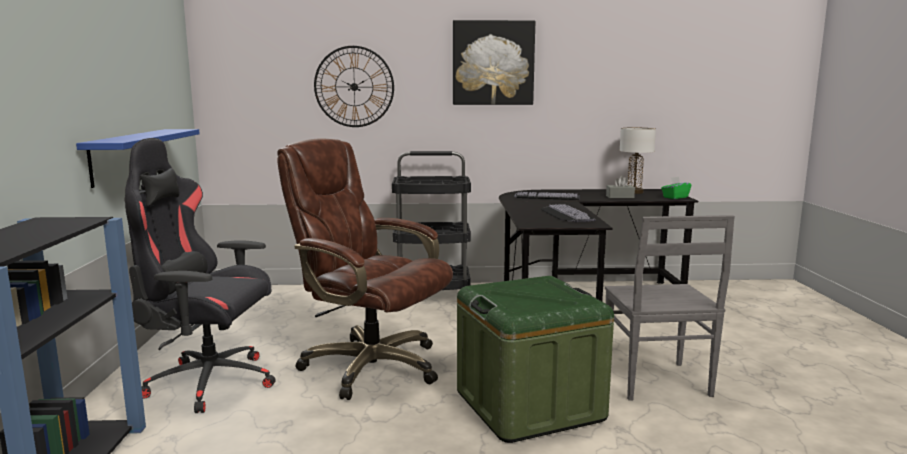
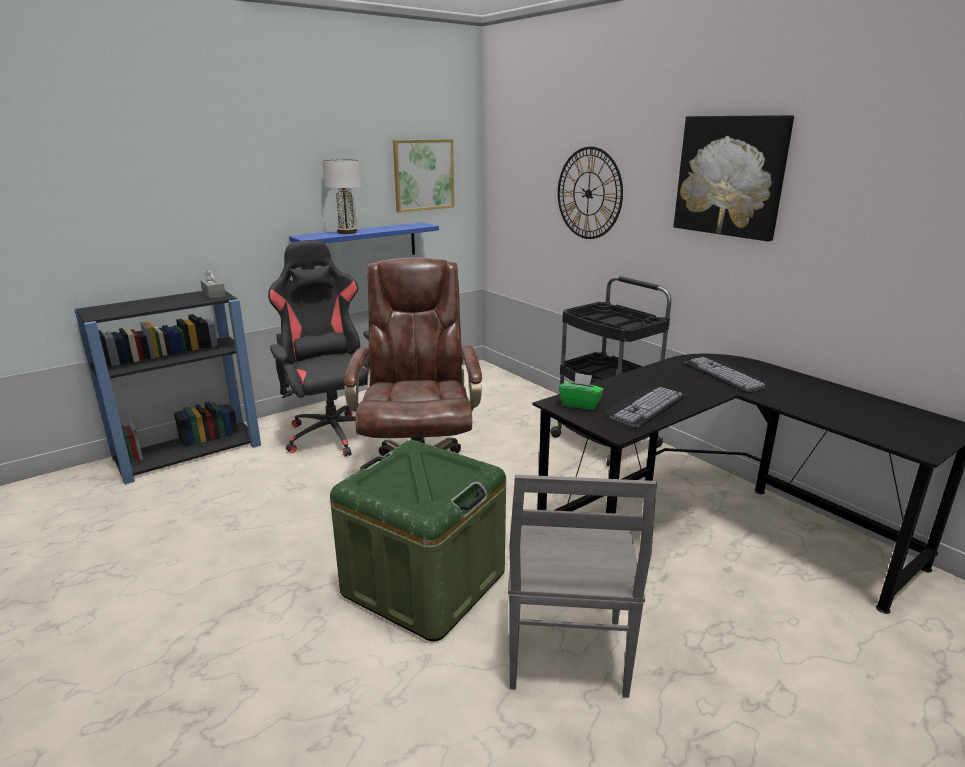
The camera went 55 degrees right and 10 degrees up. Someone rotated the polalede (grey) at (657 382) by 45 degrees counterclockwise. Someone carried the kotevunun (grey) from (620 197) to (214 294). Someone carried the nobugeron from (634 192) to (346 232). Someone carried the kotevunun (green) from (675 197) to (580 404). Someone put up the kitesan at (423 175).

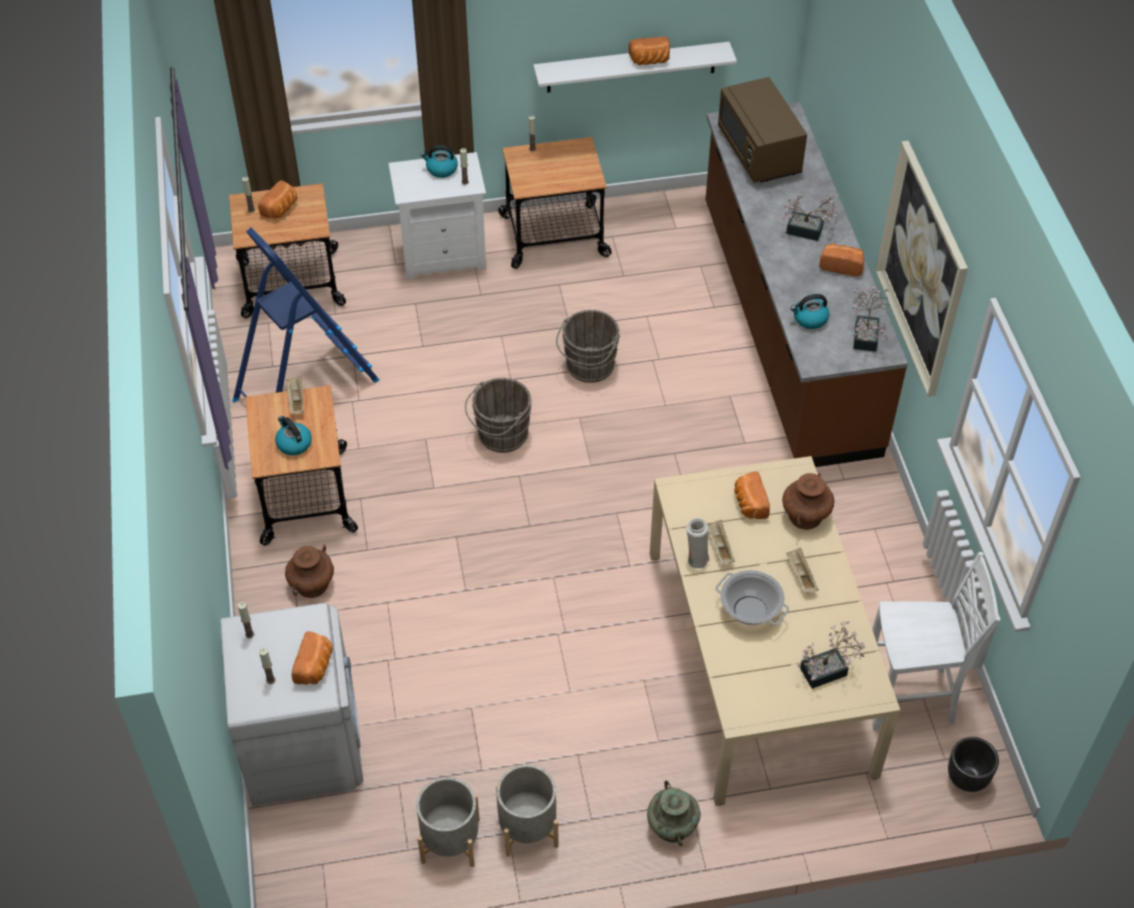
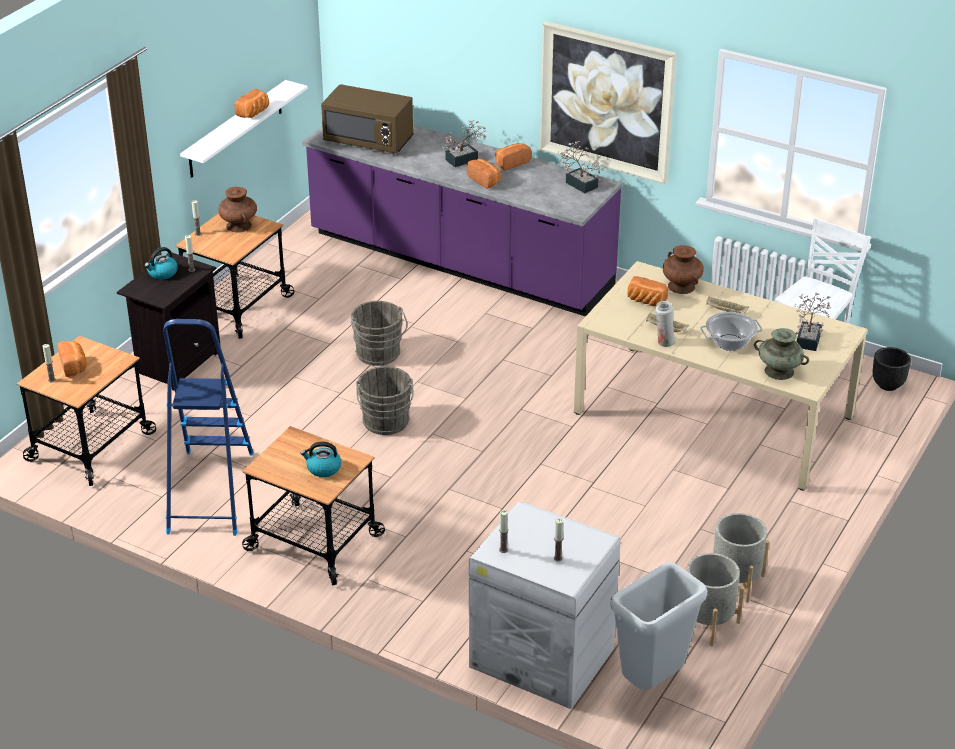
The camera went 50 degrees left and 15 degrees down. Someone carried the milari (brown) from (312 584) to (238 225). Someone took away the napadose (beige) at (296 400). Someone carried the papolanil from (315 666) to (485 180). Someone repainted the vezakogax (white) at (443 254), which became the vezakogax (black) at (177 362). Someone carried the milari (turquoise) from (672 826) to (778 371). Someone repainted the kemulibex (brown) at (786 327), which became the kemulibex (purple) at (459 261). Someone took away the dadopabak at (809 319). Someone put down the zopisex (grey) at (652 683).

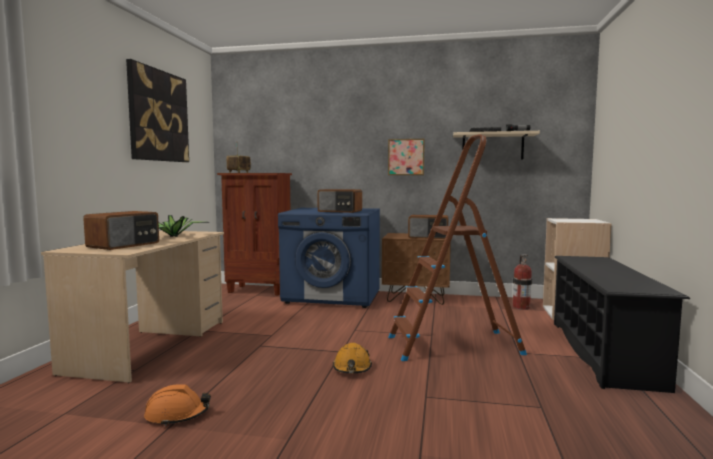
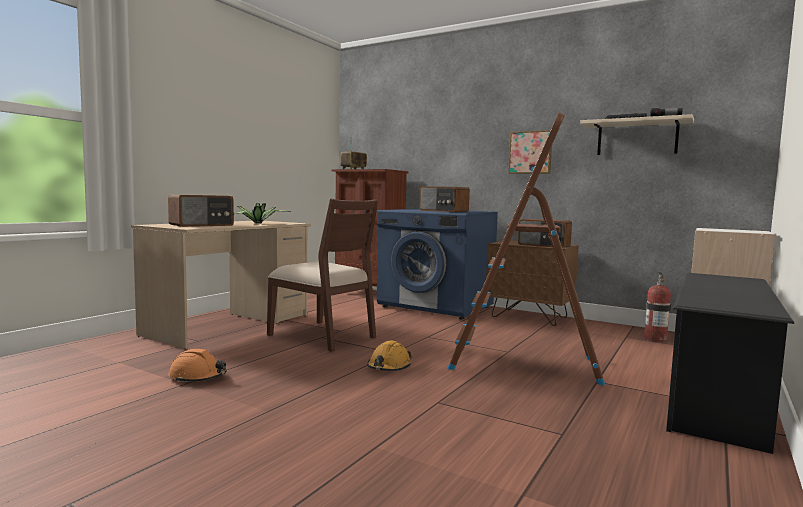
The camera went 20 degrees right and 0 degrees up. Someone took away the kitesan at (158 116). Someone put down the polalede (brown) at (323 336).

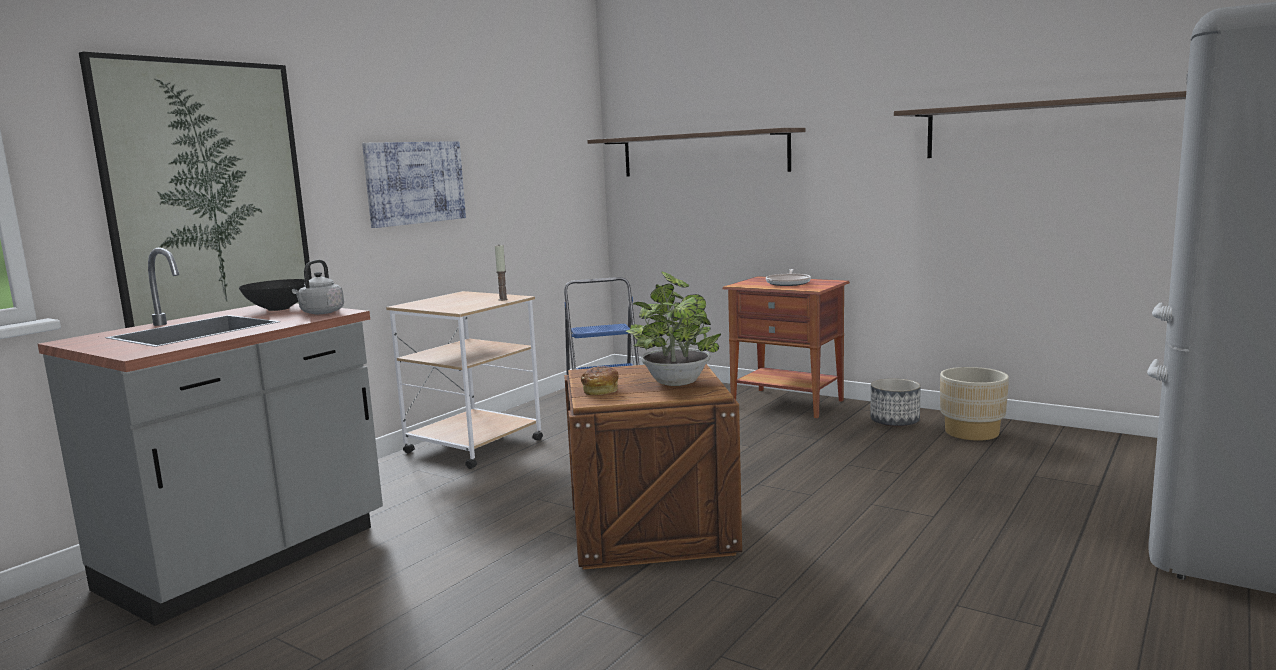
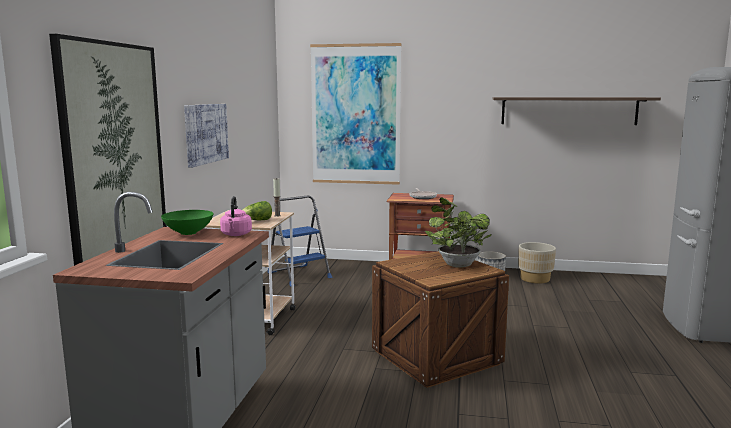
The camera went 25 degrees left and 0 degrees up. Someone repainted the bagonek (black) at (279 308), which became the bagonek (green) at (188 232). Someone repainted the dadopabak (grey) at (320 313), which became the dadopabak (pink) at (236 235). Someone took away the papolanil at (601 391). Someone swapped the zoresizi at (703 154) for the kitesan at (355 115). Someone put down the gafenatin at (257 221).

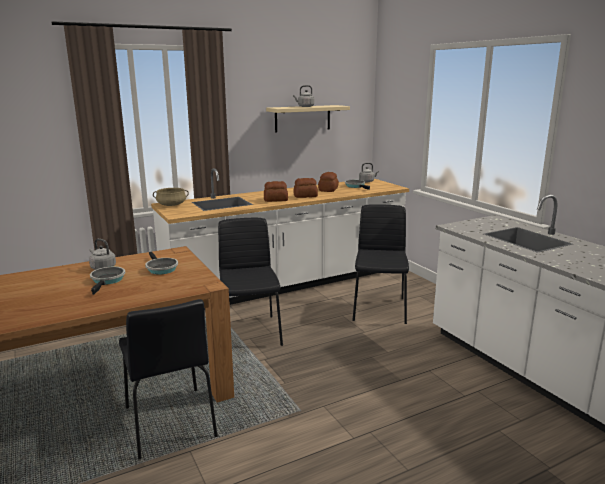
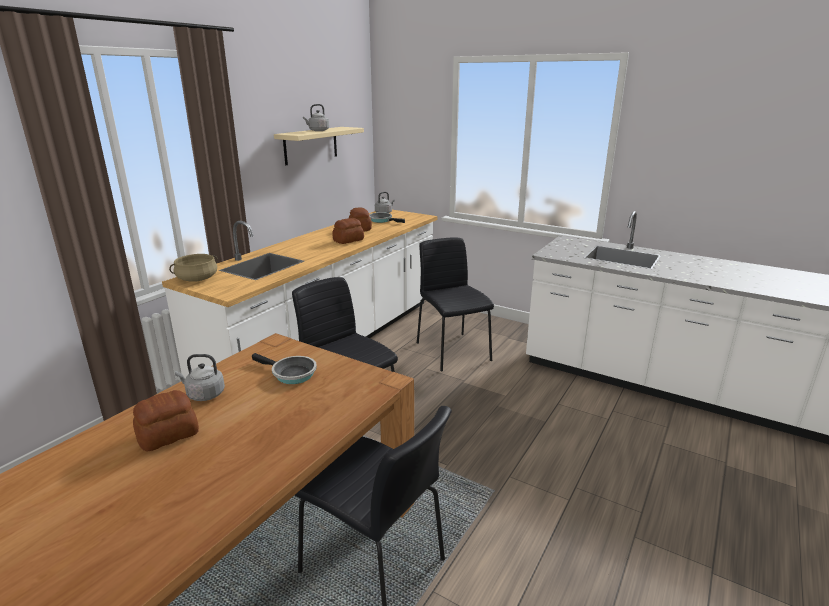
The camera went 30 degrees left and 5 degrees up. Someone took away the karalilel at (107 280). Someone carried the papolanil from (276 200) to (169 435).

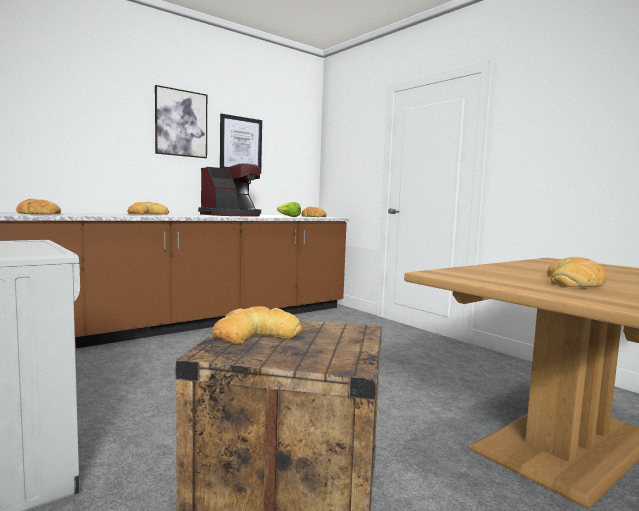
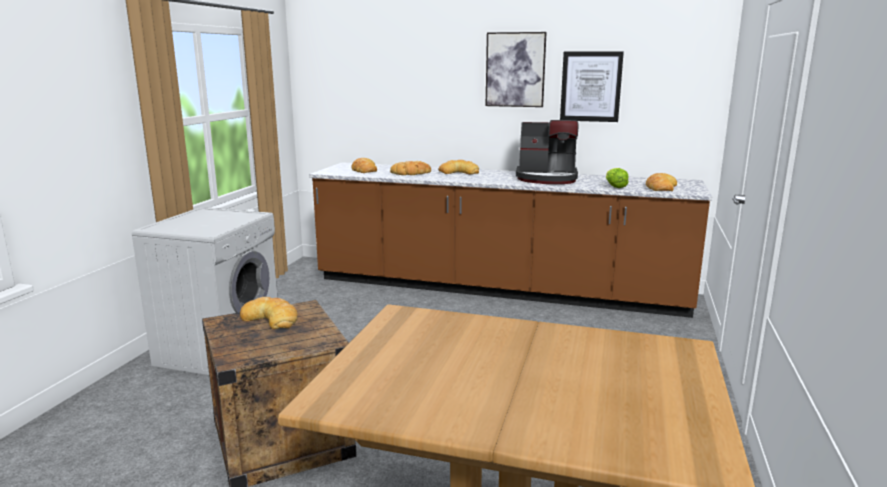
The camera went 55 degrees right and 10 degrees up. Someone carried the papolanil from (574 282) to (411 173).

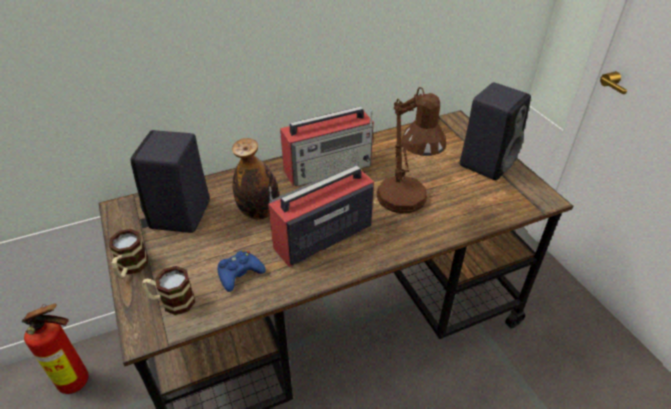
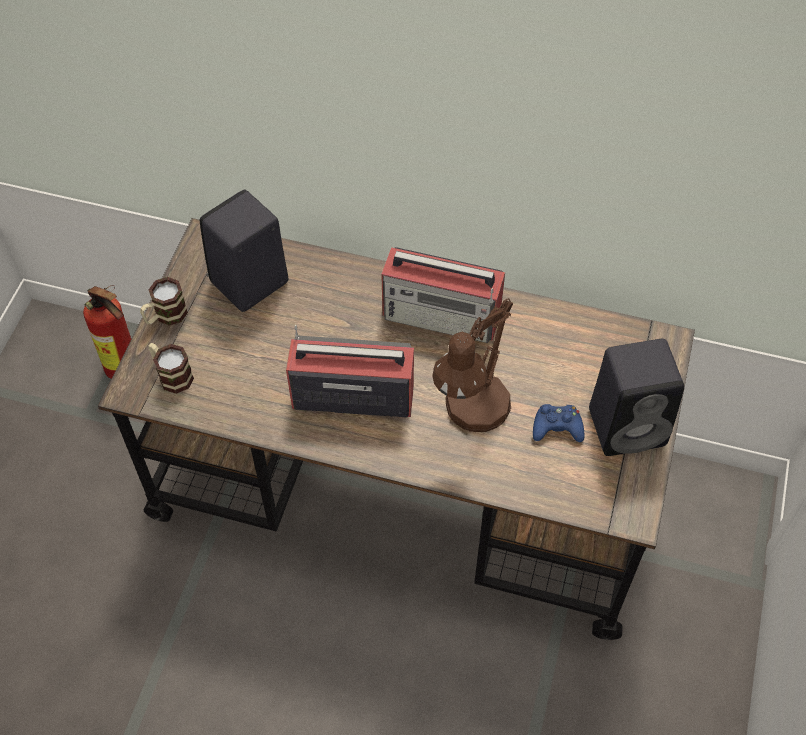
The camera went 40 degrees right and 15 degrees up. Someone carried the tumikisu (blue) from (239 274) to (557 427). Someone took away the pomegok at (259 212).

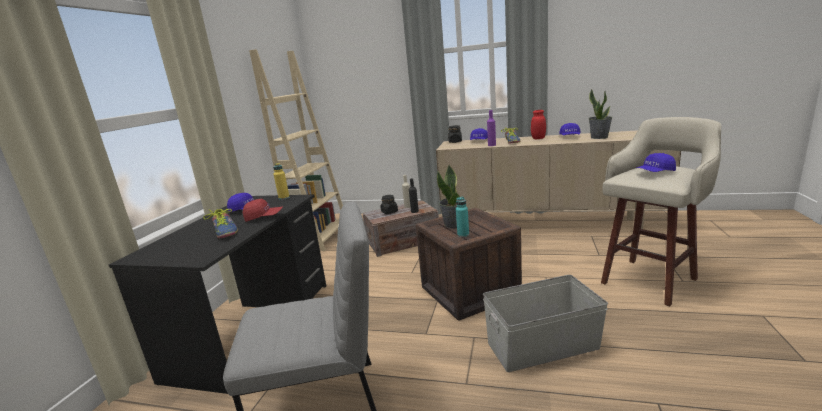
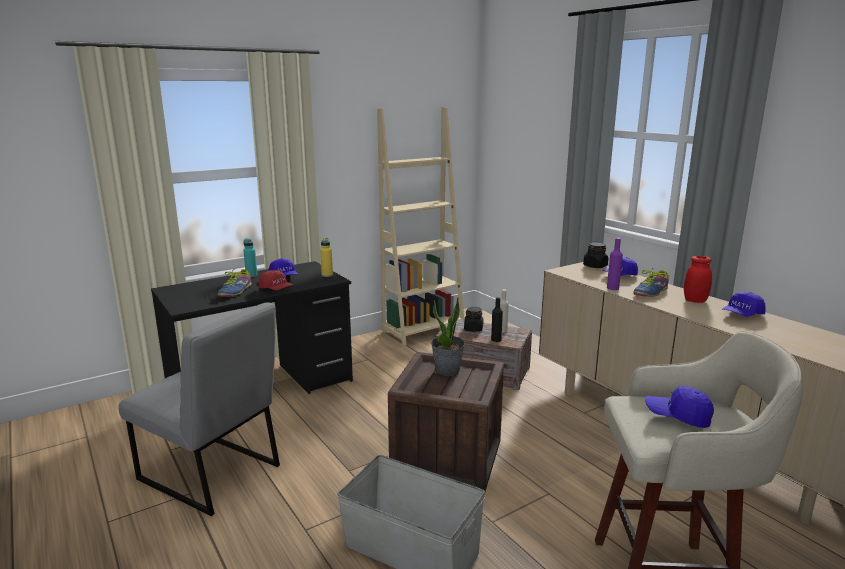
The camera went 40 degrees right and 0 degrees up. Someone carried the pomegok (turquoise) from (463 235) to (251 275). Someone took away the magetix at (599 137).

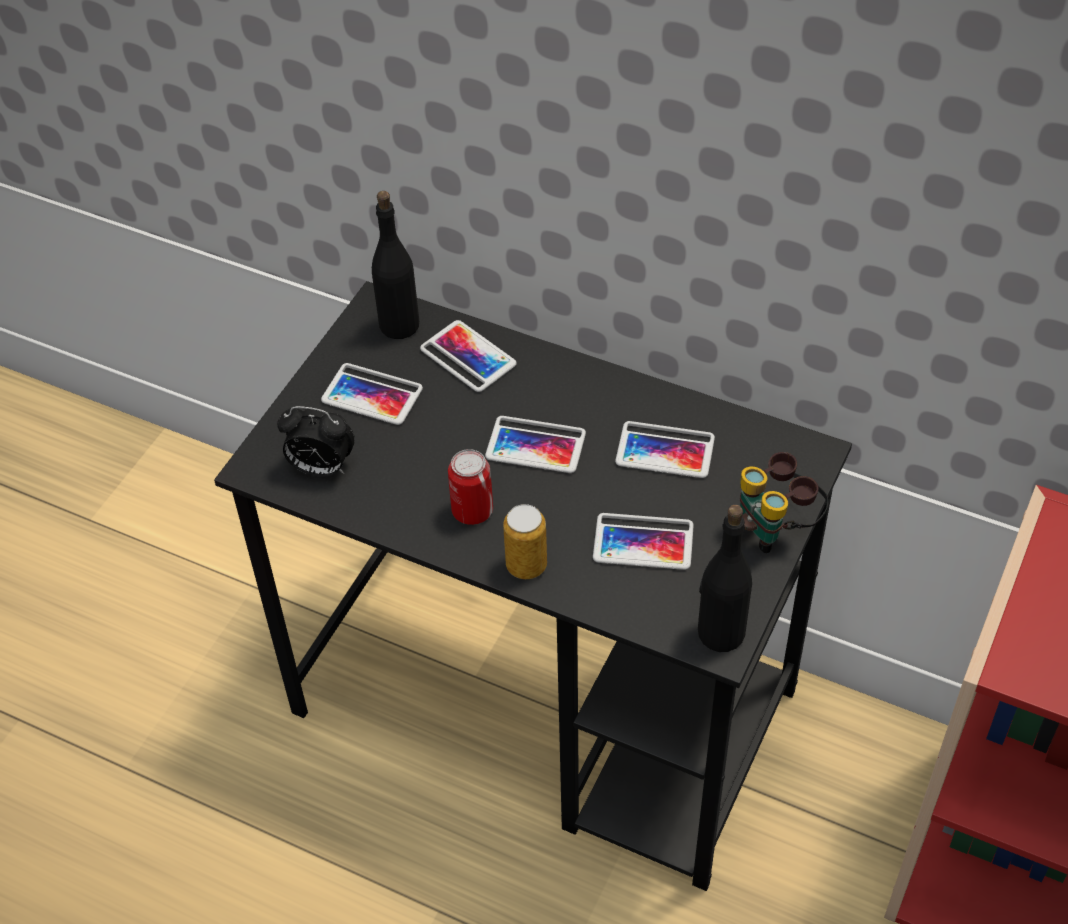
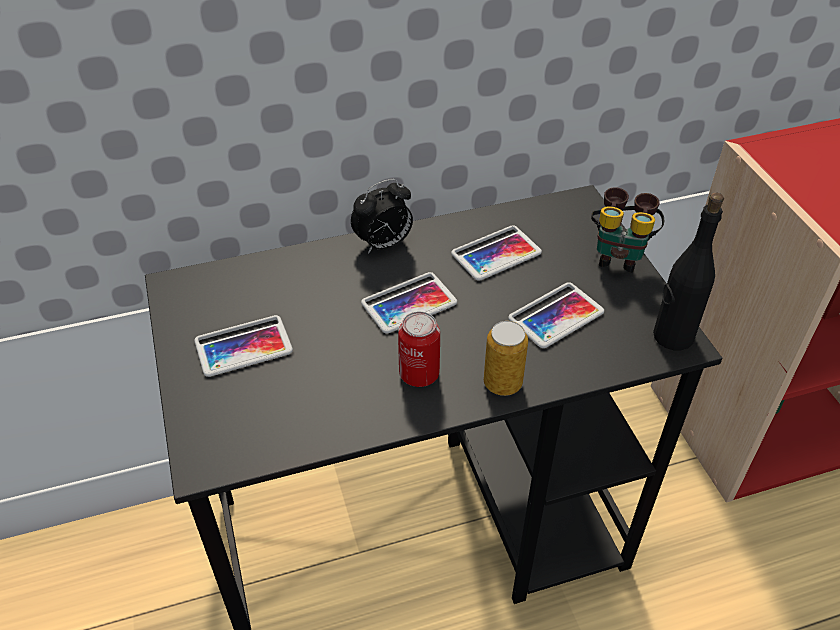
The camera went 45 degrees left and 5 degrees down. Someone carried the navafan from (320 468) to (383 245). Someone took away the pomegok (black) at (399 324). Someone took away the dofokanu at (468 357).

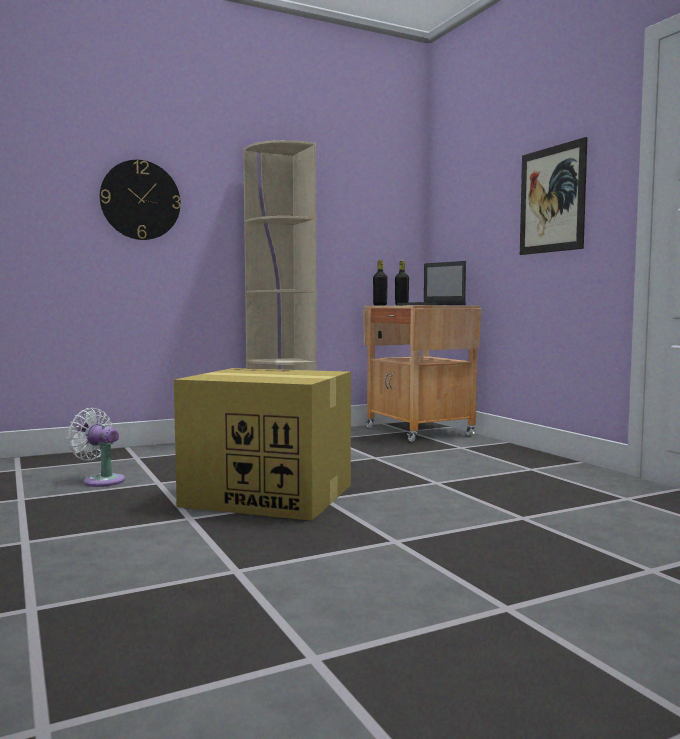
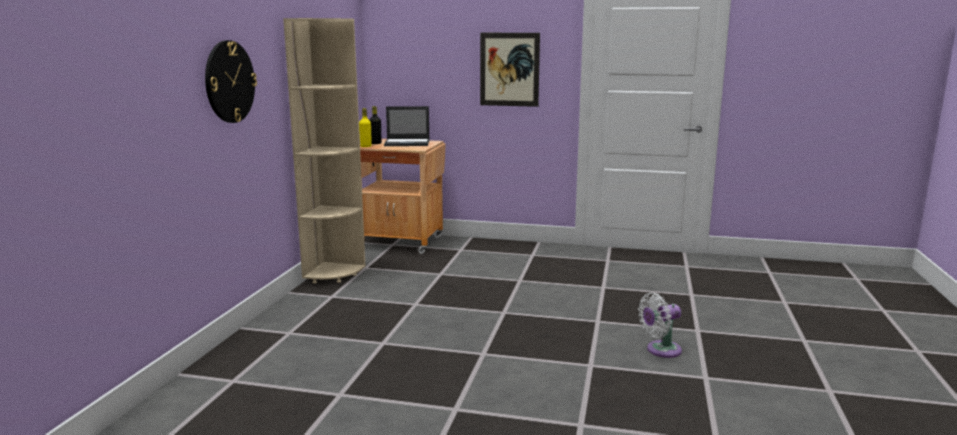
The camera went 50 degrees left and 10 degrees up. Someone carried the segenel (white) from (101 480) to (660 350). Someone took away the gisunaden at (266 495). Someone repainted the pomegok (black) at (380 305), which became the pomegok (yellow) at (366 146).

